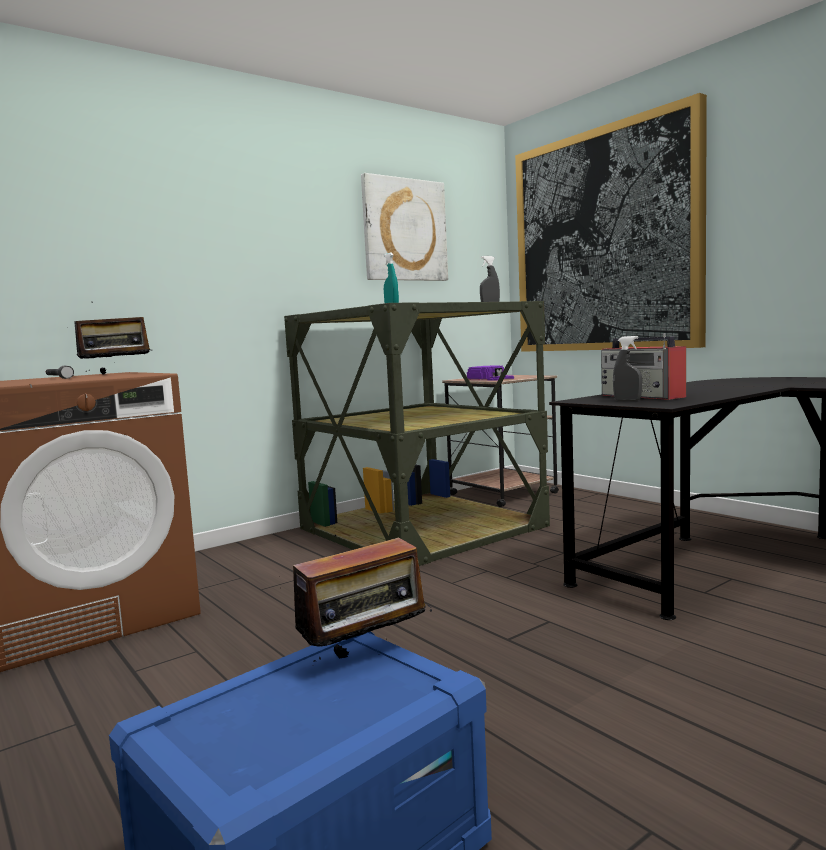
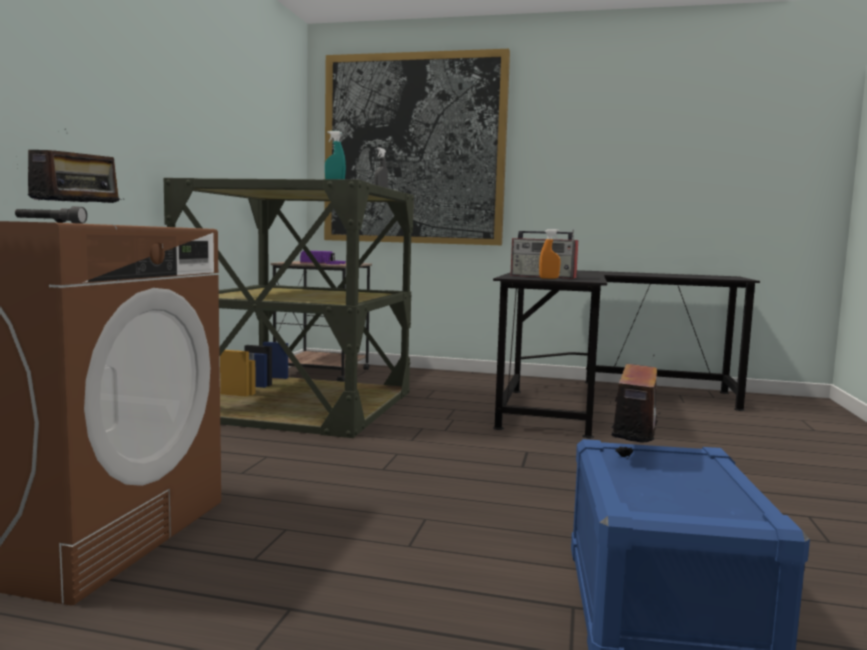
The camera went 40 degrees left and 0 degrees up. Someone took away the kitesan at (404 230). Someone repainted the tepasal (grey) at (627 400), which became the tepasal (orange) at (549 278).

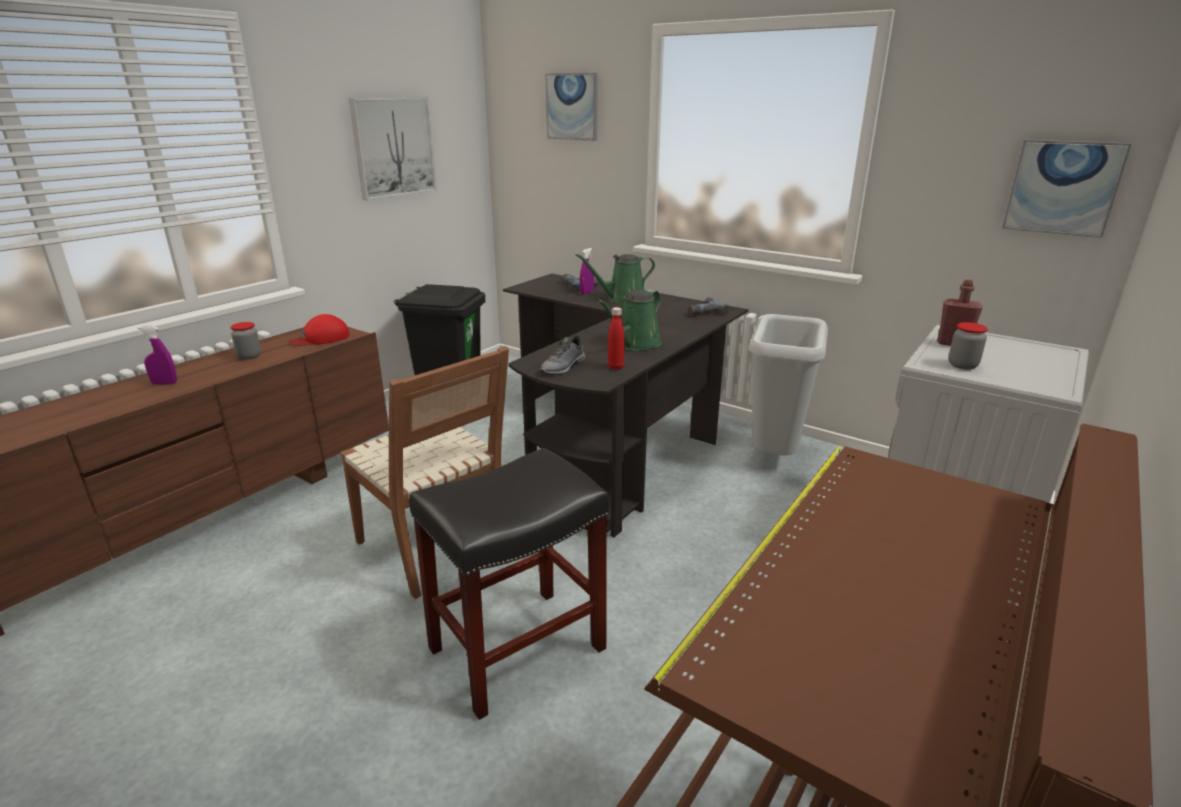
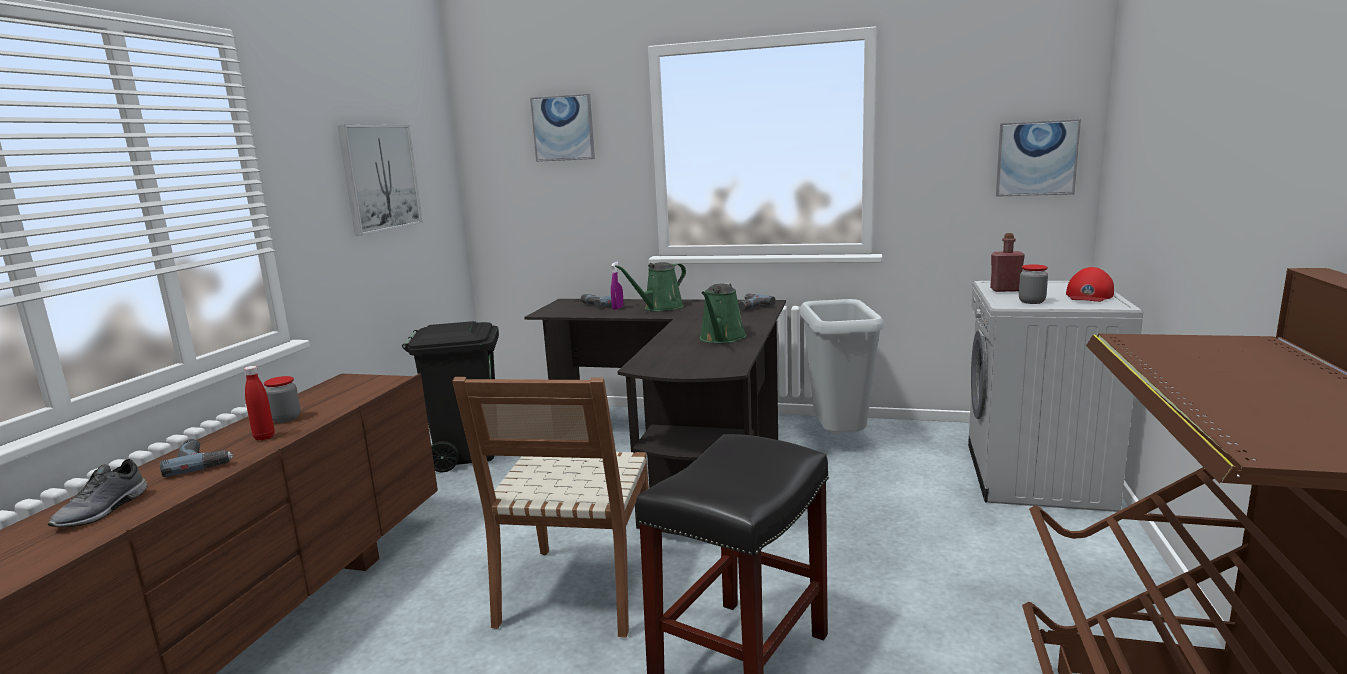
The camera went 20 degrees left and 10 degrees down. Someone swapped the tepasal (purple) at (164 383) for the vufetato at (202 461). Someone carried the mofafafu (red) from (321 338) to (1089 295). Someone rotated the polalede at (437 549) by 75 degrees clockwise. Someone carried the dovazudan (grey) from (563 367) to (103 510). Someone carried the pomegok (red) from (615 367) to (264 437).

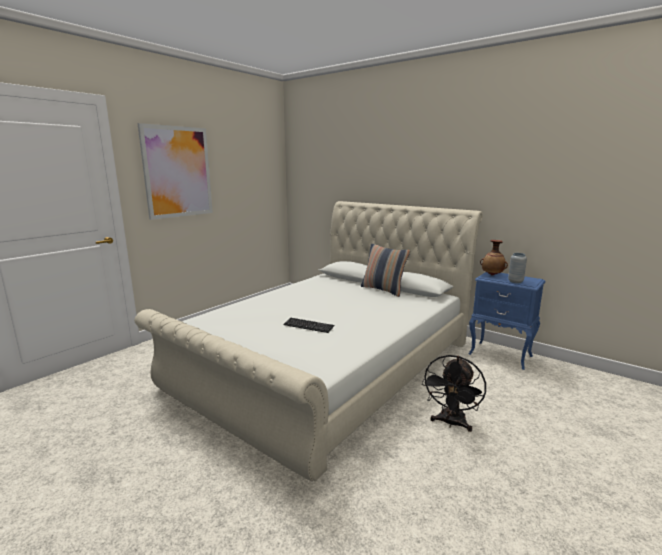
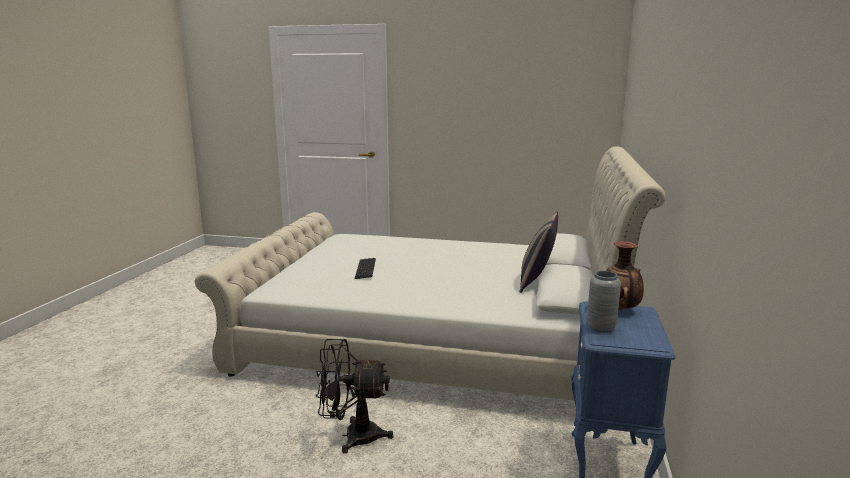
The camera went 65 degrees right and 0 degrees up. Someone took away the kitesan at (177 172).

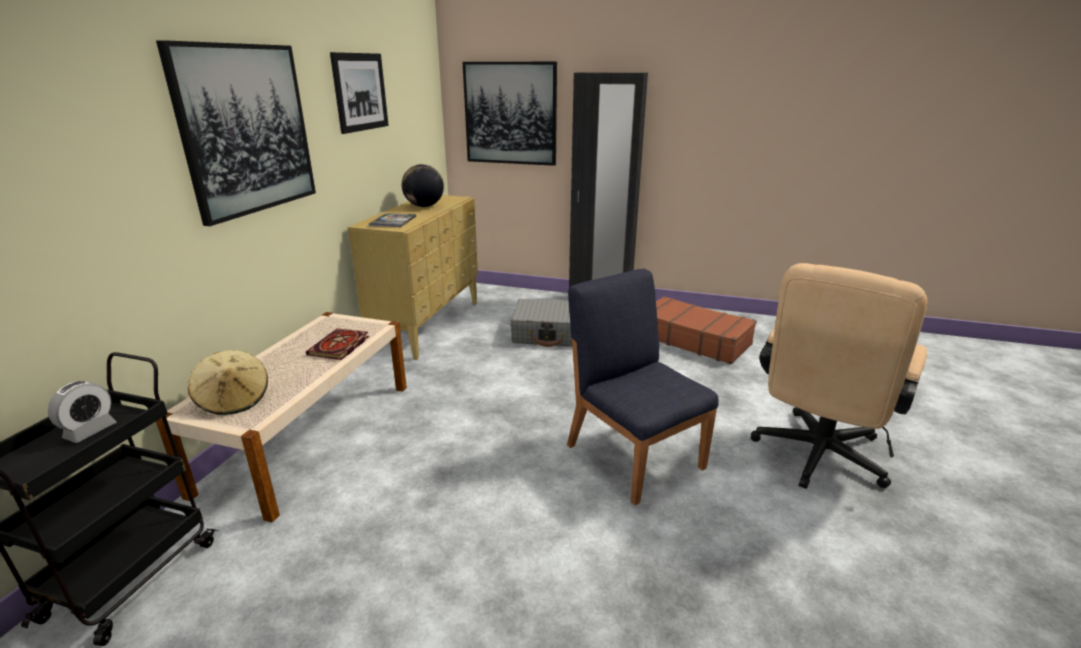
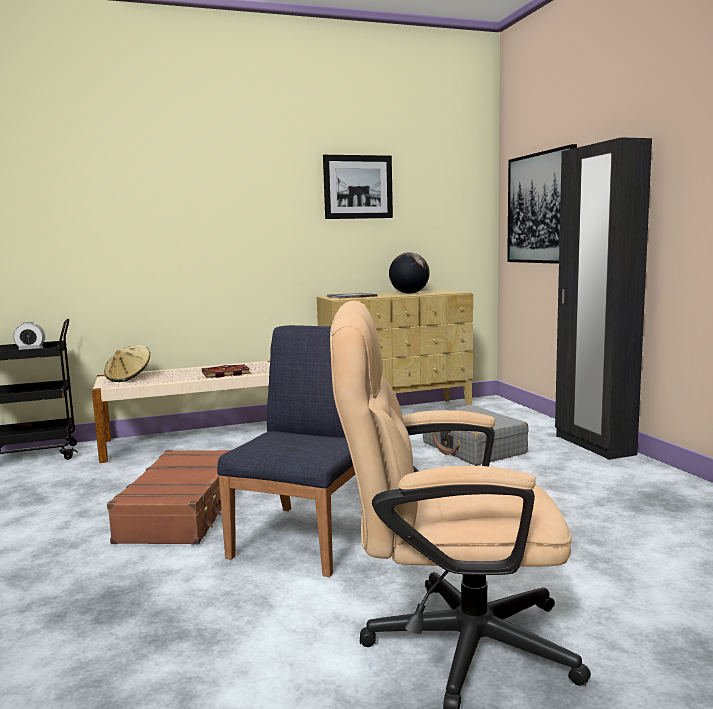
The camera went 55 degrees right and 15 degrees down. Someone took away the kitesan at (246 130). Someone carried the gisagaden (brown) from (693 339) to (183 511).

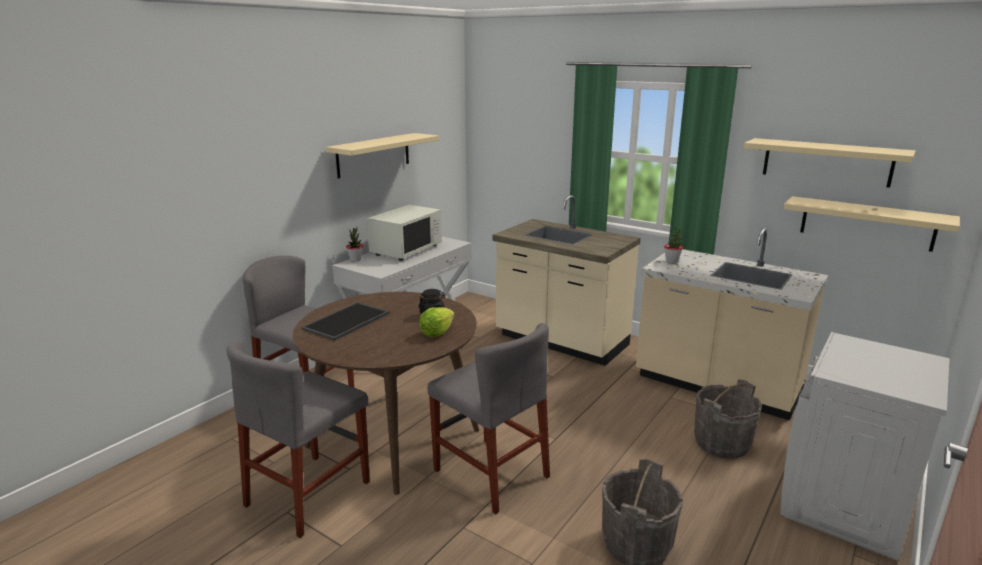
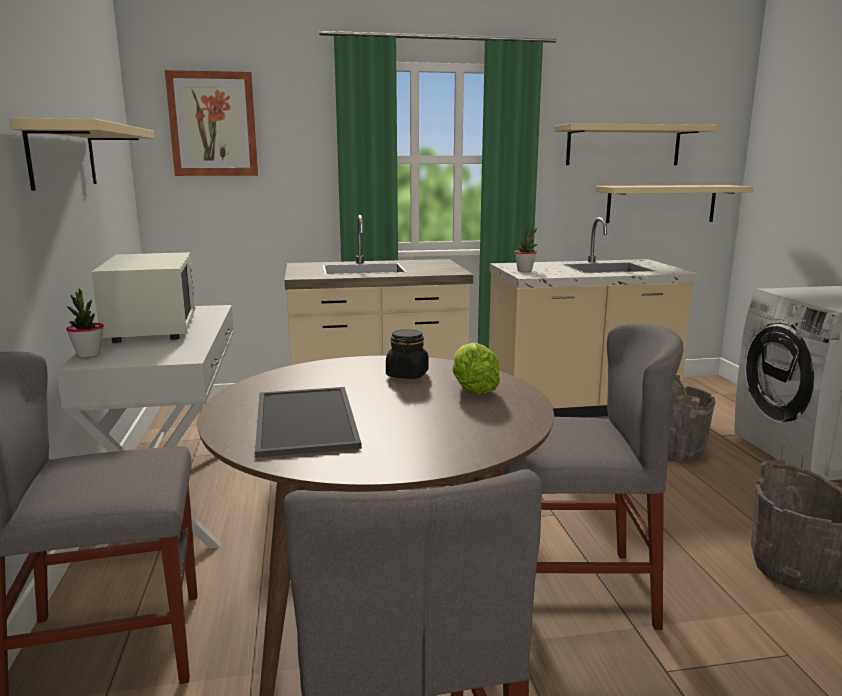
The camera went 45 degrees left and 5 degrees down. Someone put up the kitesan at (213 124).

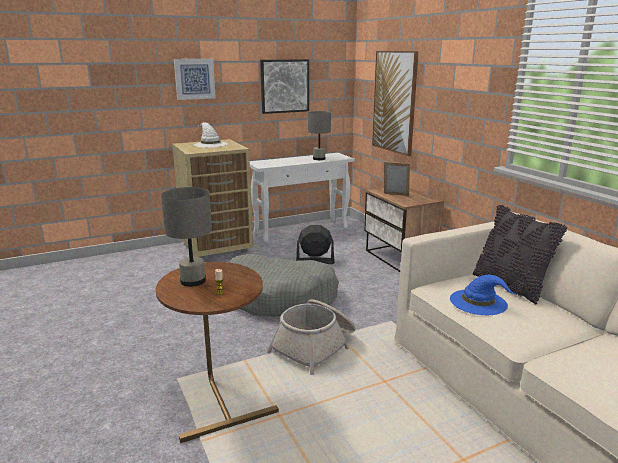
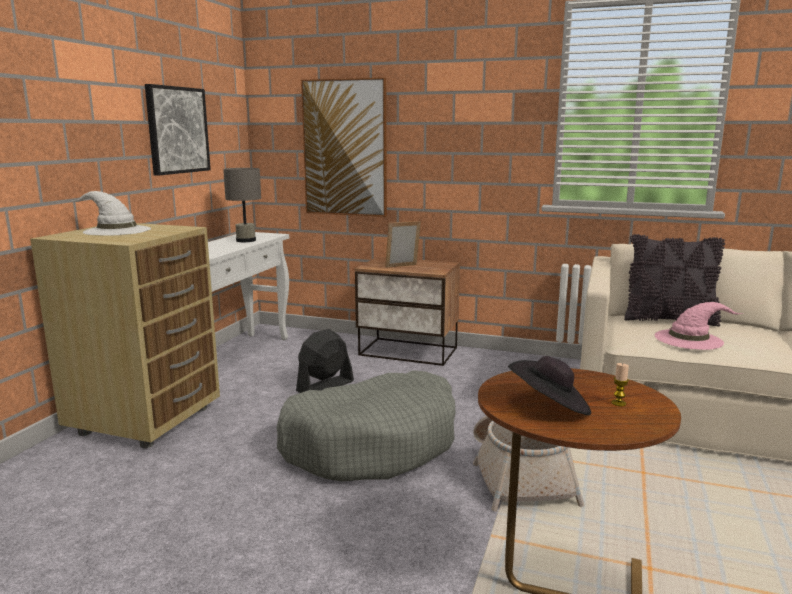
The camera went 45 degrees left and 5 degrees down. Someone swapped the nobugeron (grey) at (192 281) for the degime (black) at (549 406). Someone took away the kitesan at (194 79). Someone repainted the degime (blue) at (479 302), which became the degime (pink) at (689 339).

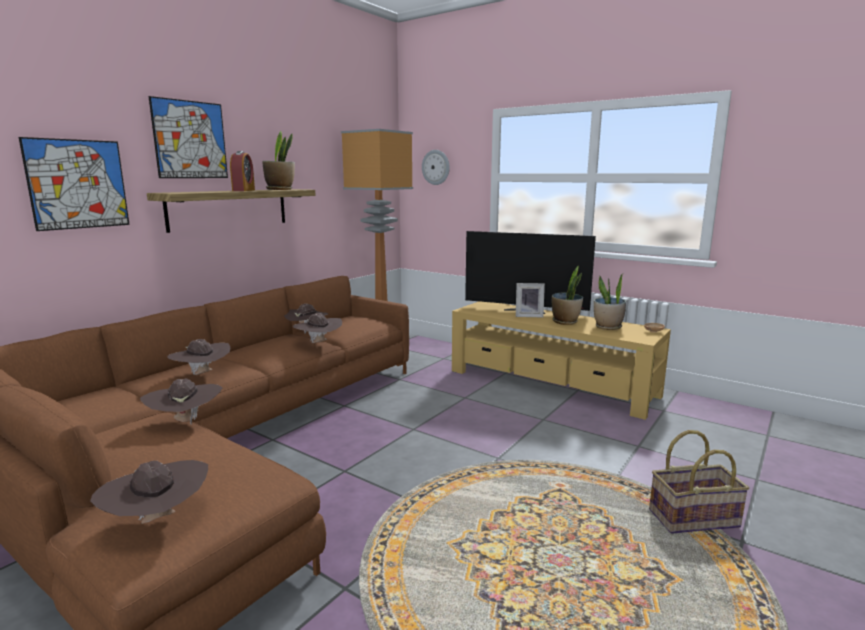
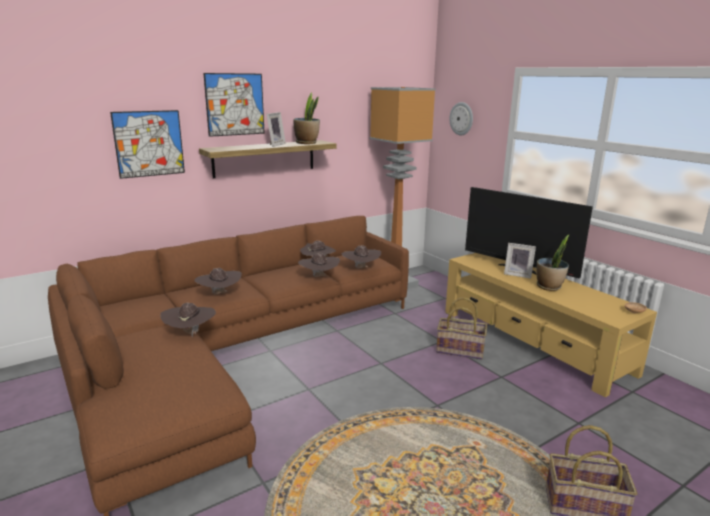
The camera went 20 degrees right and 5 degrees up. Someone carried the degime (brown) from (158 520) to (361 269). Someone swapped the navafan at (243 190) for the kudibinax at (274 145). Someone took away the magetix at (608 327). Someone put down the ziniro at (460 350).

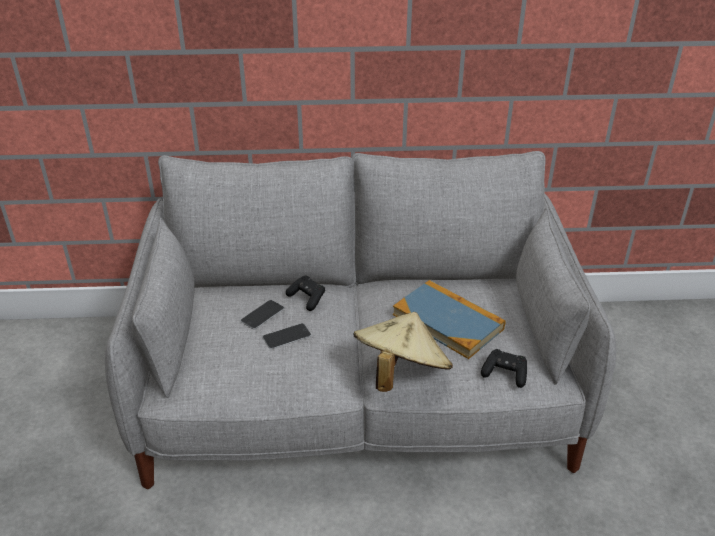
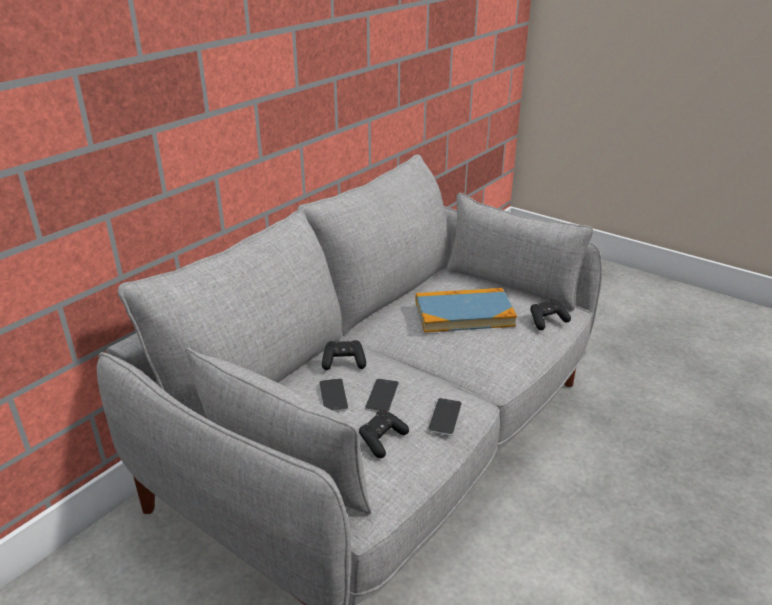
The camera went 50 degrees left and 5 degrees down. Someone took away the degime (beige) at (400 373). Someone put down the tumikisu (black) at (382 440). Someone put down the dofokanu at (445 416).

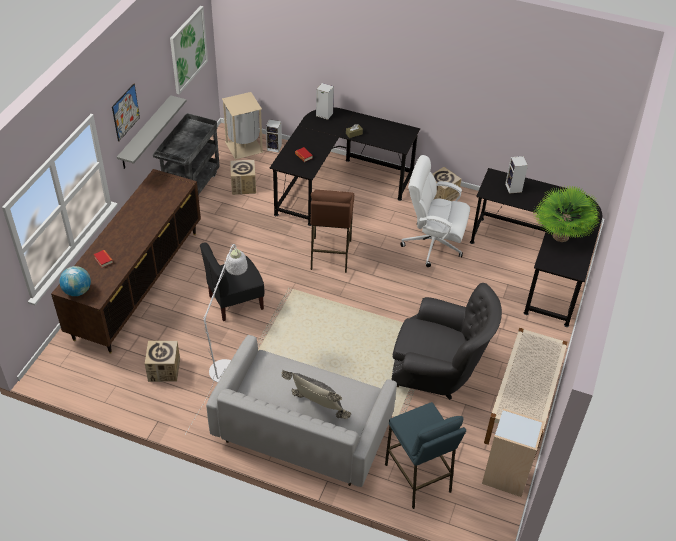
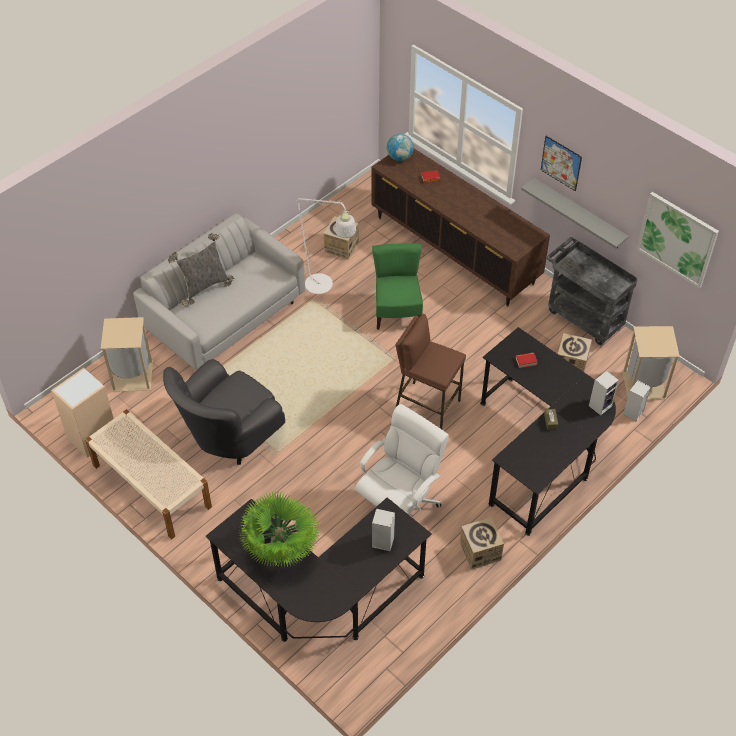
The camera went 115 degrees right and 5 degrees up. Someone repainted the polalede (black) at (235 302), which became the polalede (green) at (397 312). Someone swapped the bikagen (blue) at (418 478) for the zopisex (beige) at (132 375).

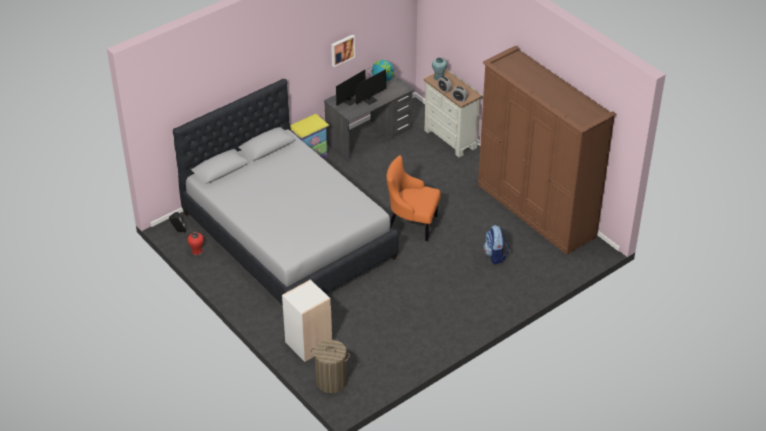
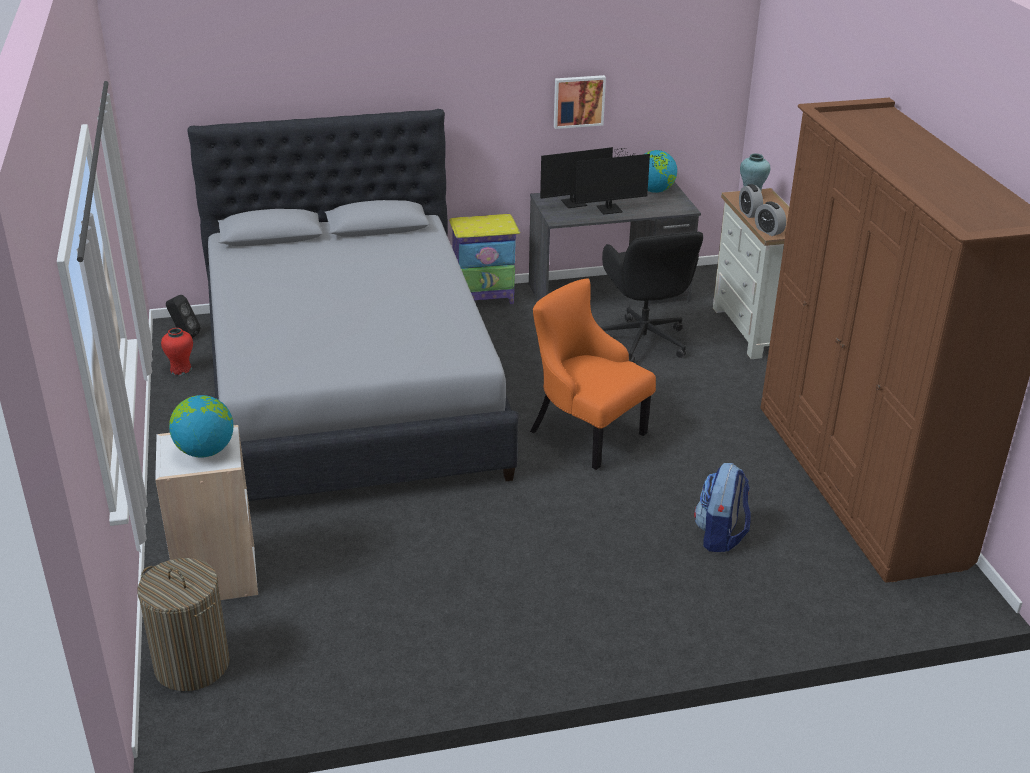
The camera went 25 degrees right and 10 degrees down. Someone put down the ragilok at (205 451). Someone put down the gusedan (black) at (643 342).

